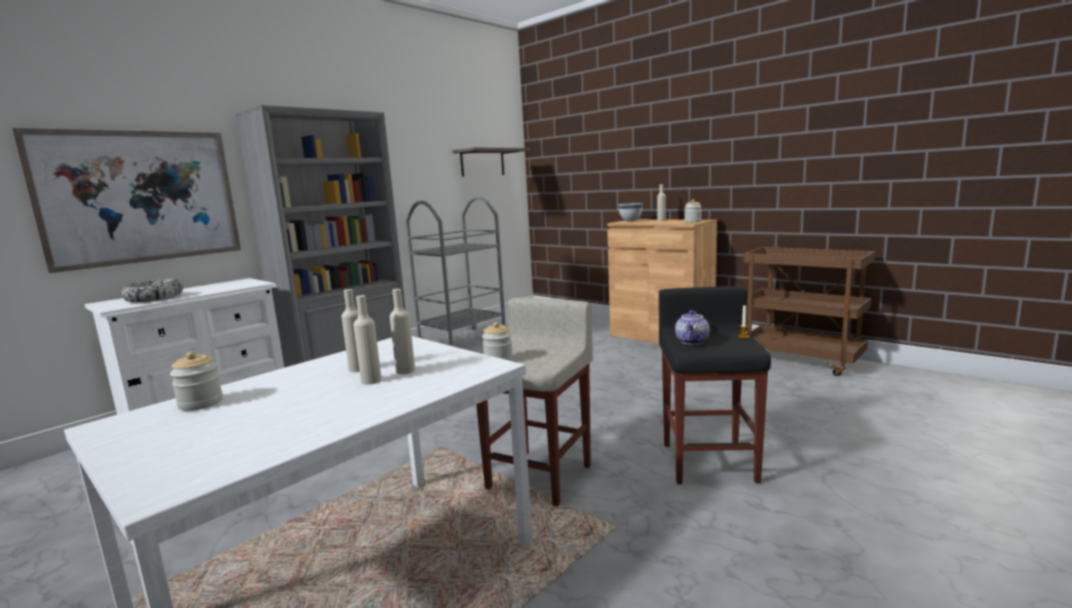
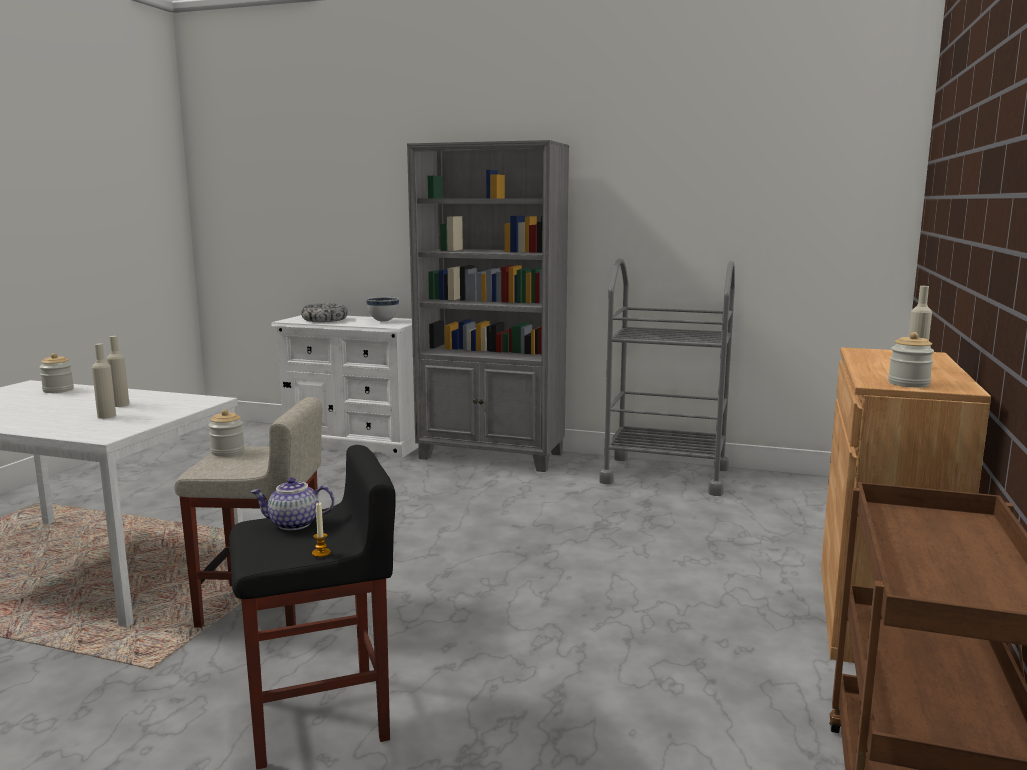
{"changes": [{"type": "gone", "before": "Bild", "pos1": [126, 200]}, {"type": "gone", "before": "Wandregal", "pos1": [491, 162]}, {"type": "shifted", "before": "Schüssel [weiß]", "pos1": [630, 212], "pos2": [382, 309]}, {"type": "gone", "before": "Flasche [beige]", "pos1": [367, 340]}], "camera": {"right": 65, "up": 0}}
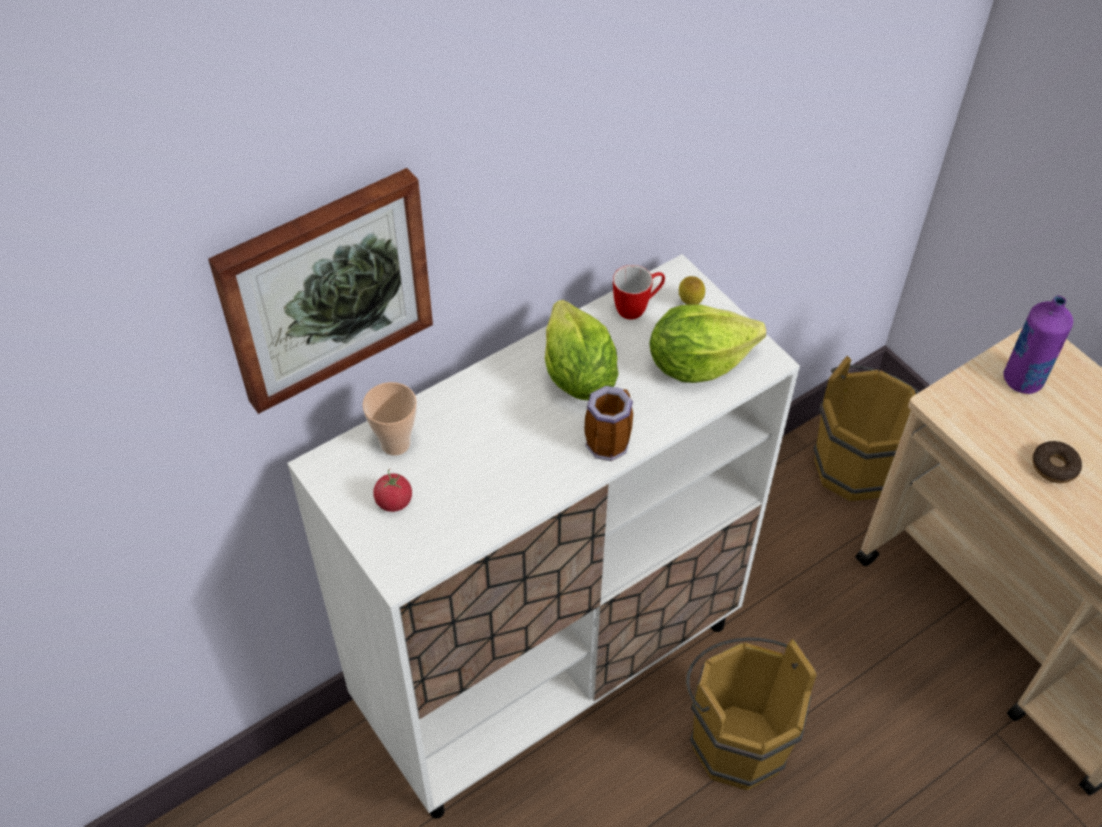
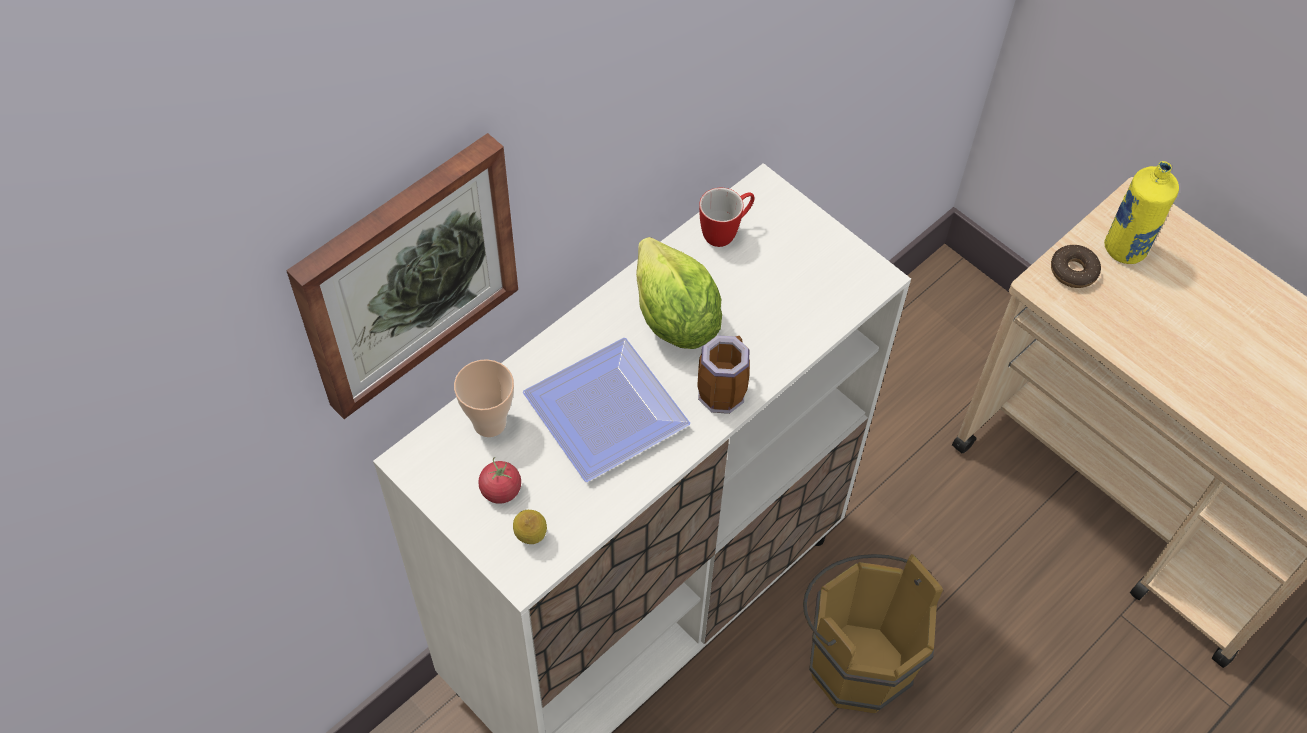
{"changes": [{"type": "shifted", "before": "Zitrone", "pos1": [692, 290], "pos2": [530, 527]}, {"type": "repainted", "before": "Flasche [lila]", "after": "Flasche [gelb]", "pos1": [1038, 344], "pos2": [1141, 212]}, {"type": "gone", "before": "Salatkopf", "pos1": [708, 343]}, {"type": "gone", "before": "Eimer [braun]", "pos1": [866, 428]}, {"type": "shifted", "before": "Donut", "pos1": [1057, 462], "pos2": [1076, 266]}, {"type": "new", "after": "Teller", "pos2": [606, 410]}], "camera": {"right": -10, "up": 5}}
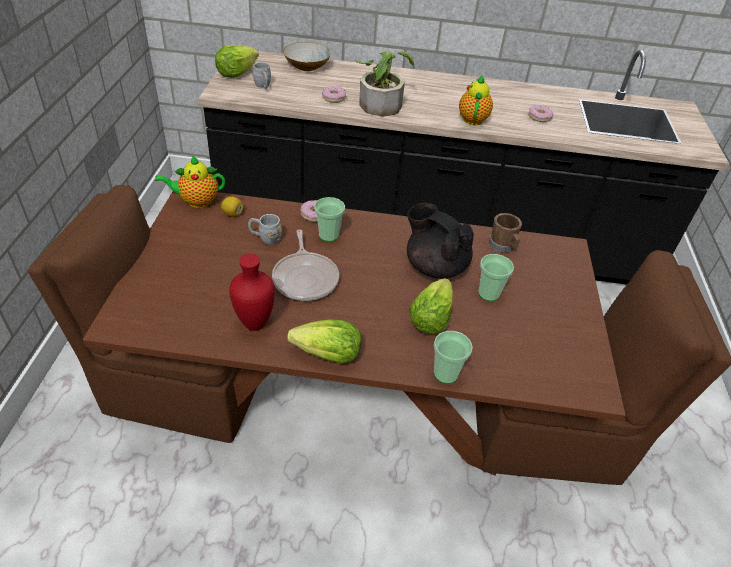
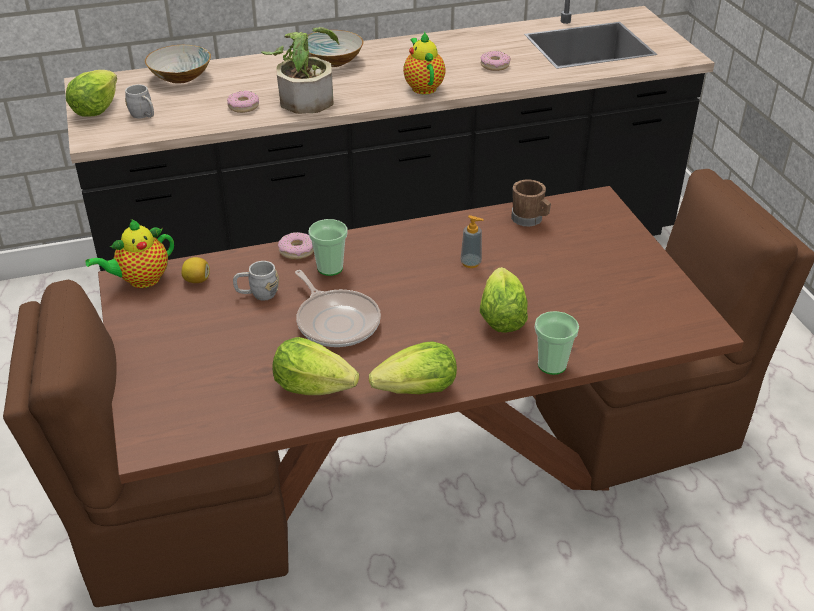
{"changes": [{"type": "swapped", "before": "Teekanne [schwarz]", "after": "Seifenspender", "pos1": [440, 241], "pos2": [472, 241]}, {"type": "swapped", "before": "Vase [rot]", "after": "Salatkopf", "pos1": [252, 292], "pos2": [315, 366]}, {"type": "gone", "before": "Tasse", "pos1": [496, 277]}, {"type": "new", "after": "Schüssel", "pos2": [335, 48]}], "camera": {"right": -20, "up": -5}}
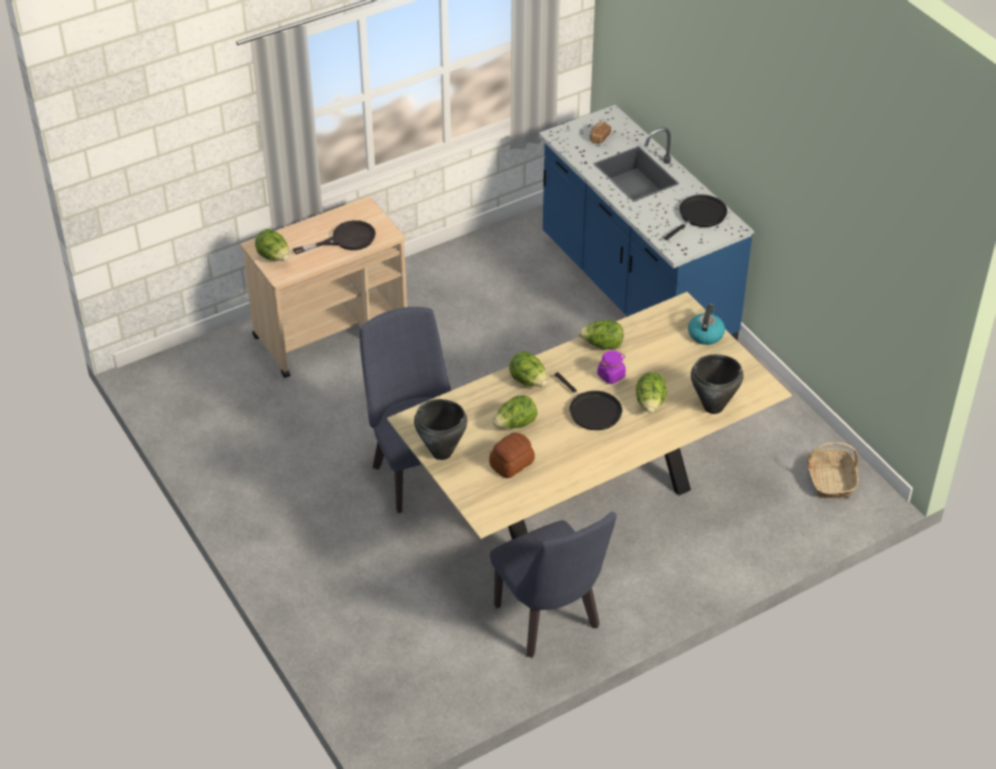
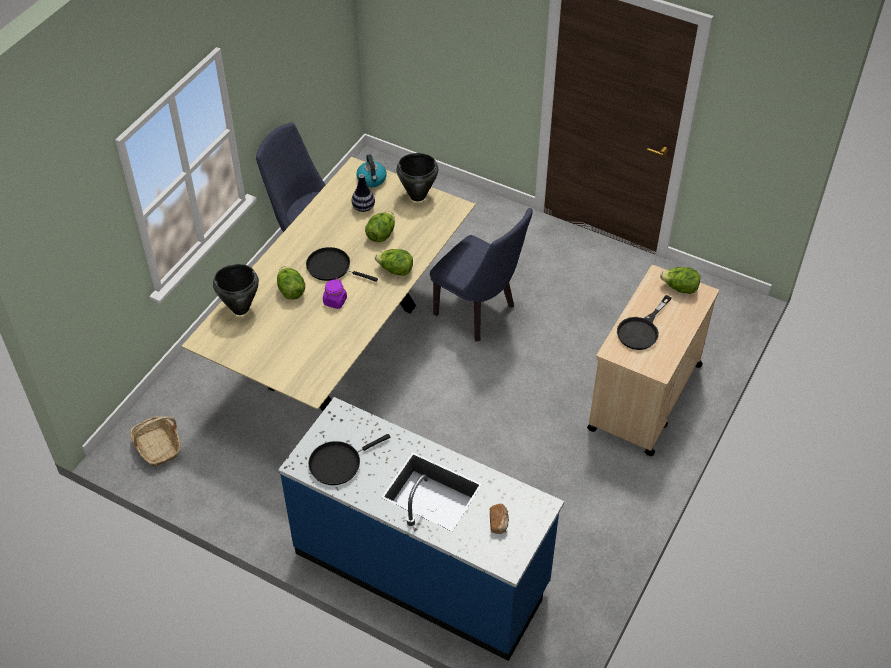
{"changes": [{"type": "rotated", "before": "Pfanne [schwarz]", "pos1": [695, 217], "pos2": [349, 459], "turn": 45}, {"type": "shifted", "before": "Wasserkessel", "pos1": [706, 324], "pos2": [371, 170]}, {"type": "gone", "before": "Salatkopf", "pos1": [600, 335]}, {"type": "swapped", "before": "Brot", "after": "Vase", "pos1": [512, 455], "pos2": [363, 193]}], "camera": {"right": 150, "up": 5}}
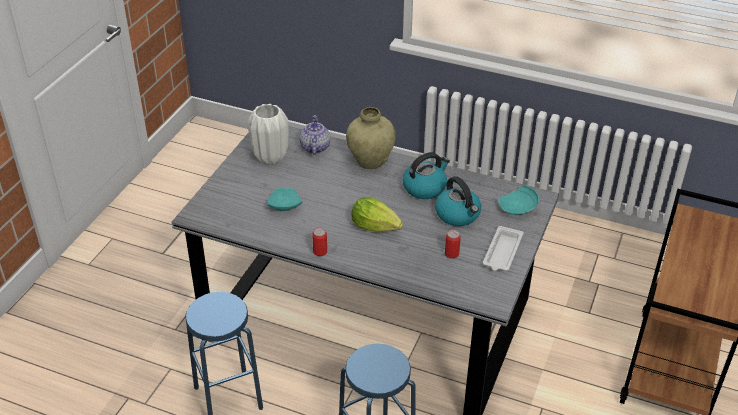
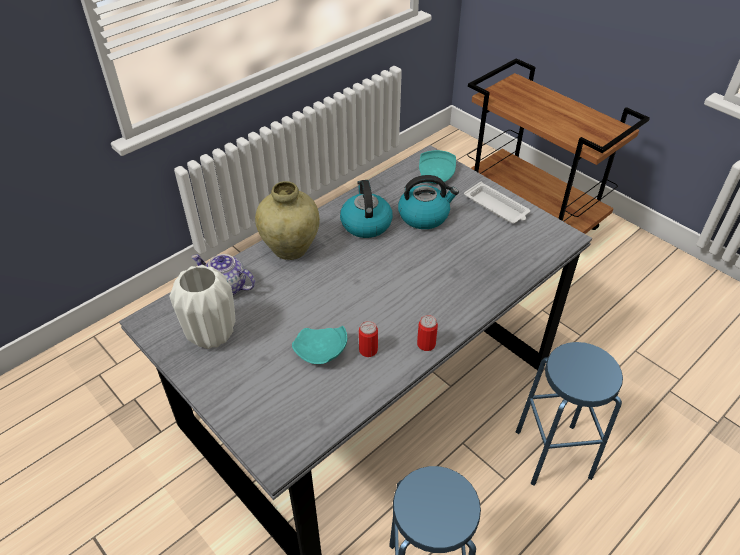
{"changes": [{"type": "gone", "before": "Salatkopf", "pos1": [377, 214]}, {"type": "shifted", "before": "Dose", "pos1": [453, 244], "pos2": [368, 339]}], "camera": {"right": -65, "up": 5}}
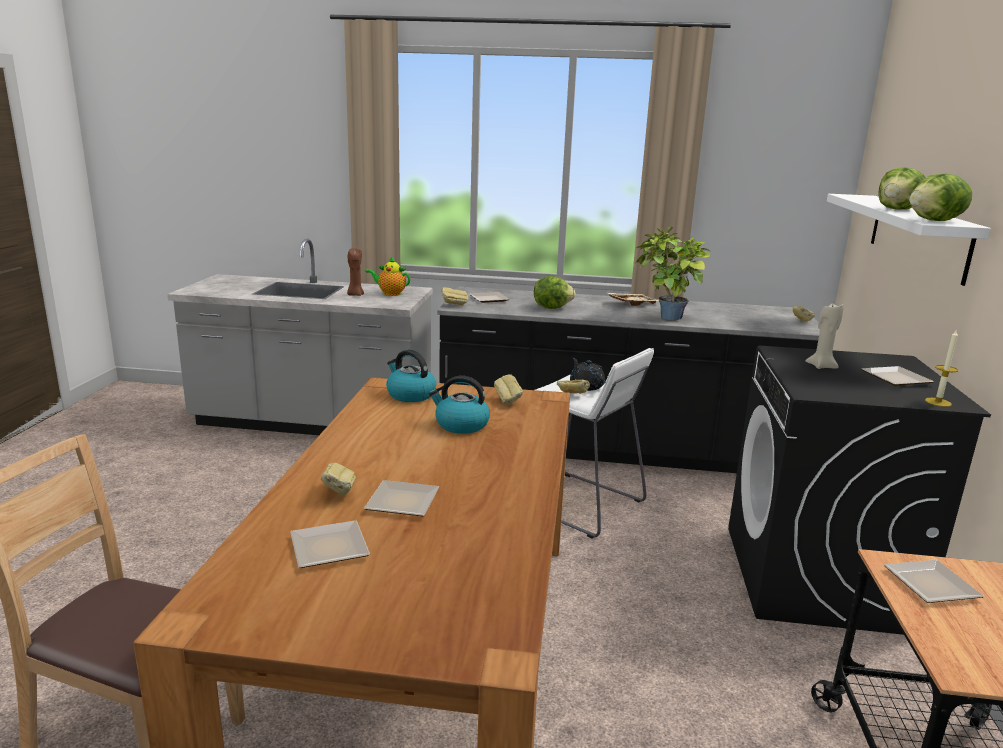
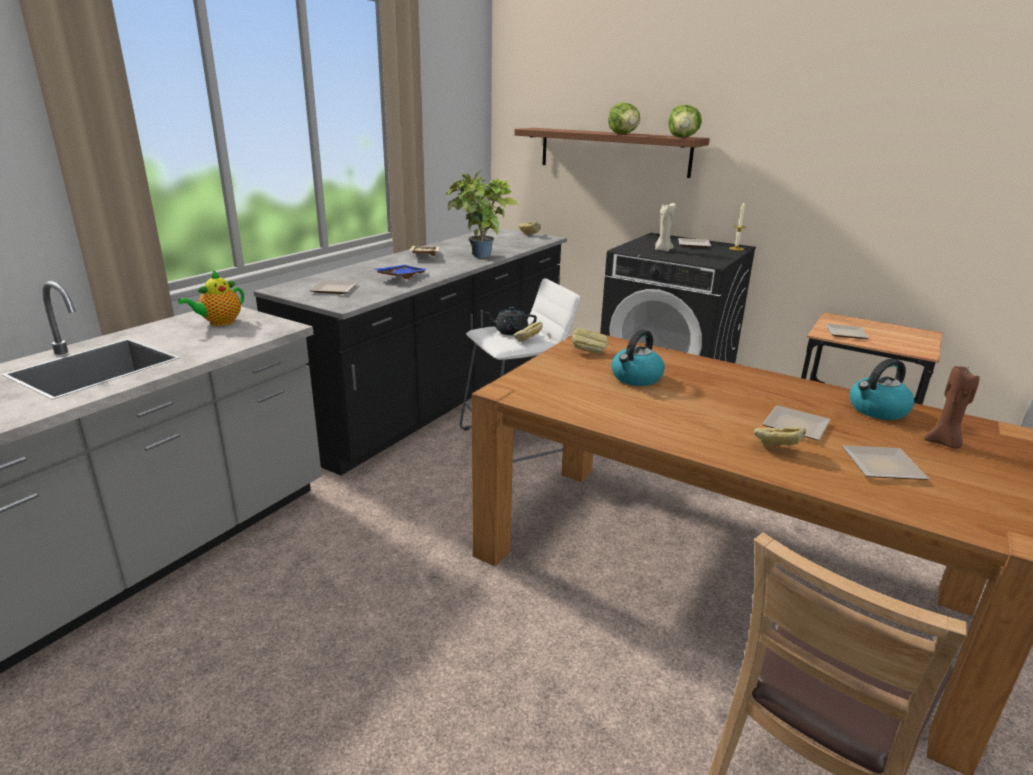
{"changes": [{"type": "repainted", "before": "Wandregal [weiß]", "after": "Wandregal [braun]", "pos1": [909, 240], "pos2": [612, 153]}, {"type": "shifted", "before": "Kerze [braun]", "pos1": [355, 272], "pos2": [951, 407]}, {"type": "swapped", "before": "Salatkopf", "after": "Tablett [blau]", "pos1": [554, 292], "pos2": [402, 272]}, {"type": "gone", "before": "Brot", "pos1": [454, 296]}, {"type": "shifted", "before": "Wasserkessel", "pos1": [411, 376], "pos2": [882, 389]}], "camera": {"right": -65, "up": 5}}
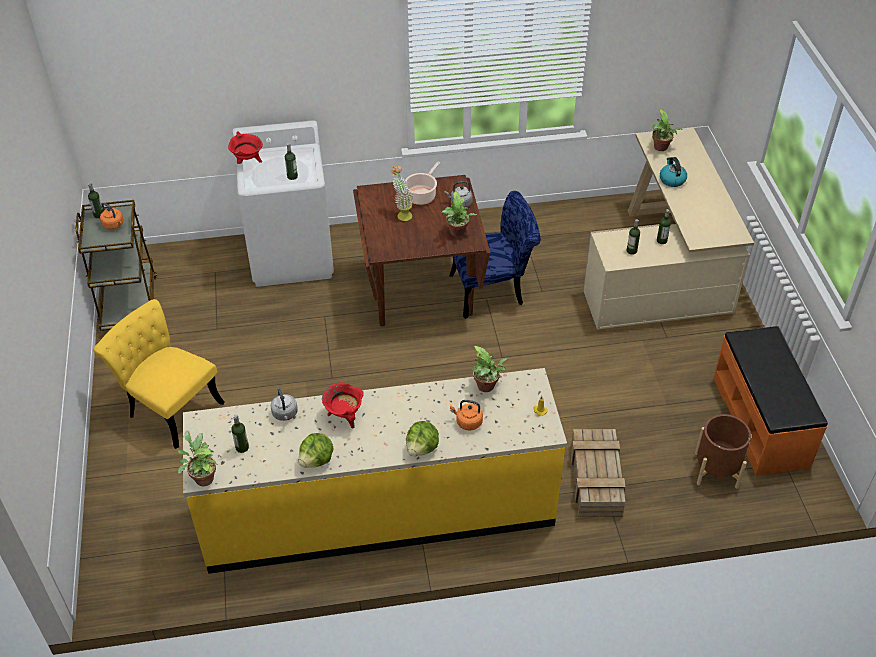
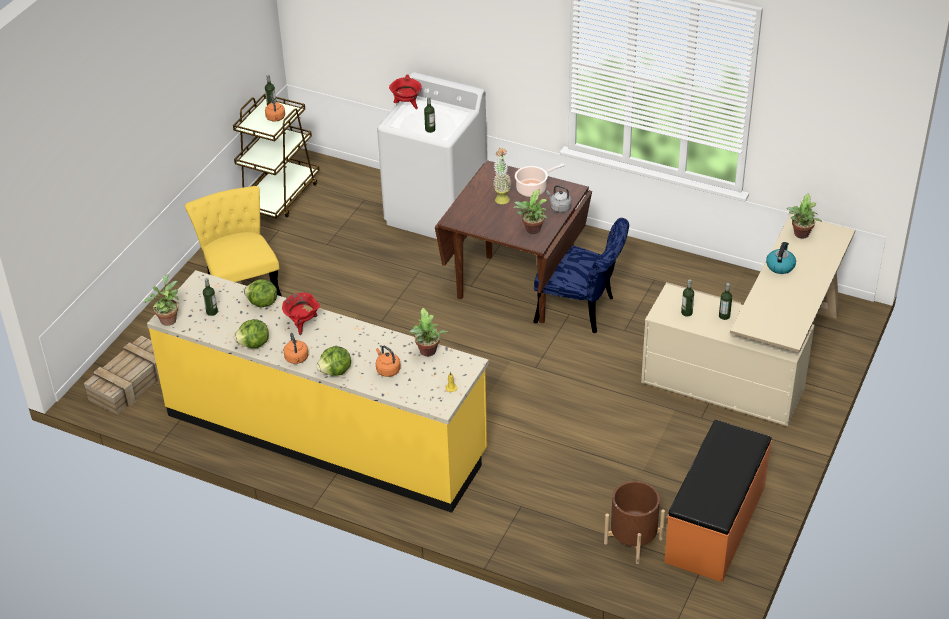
{"changes": [{"type": "swapped", "before": "Wasserkessel [grau]", "after": "Salatkopf", "pos1": [284, 404], "pos2": [260, 293]}, {"type": "shifted", "before": "Kiste", "pos1": [598, 473], "pos2": [122, 376]}, {"type": "new", "after": "Wasserkessel [orange]", "pos2": [296, 348]}], "camera": {"right": 35, "up": -5}}
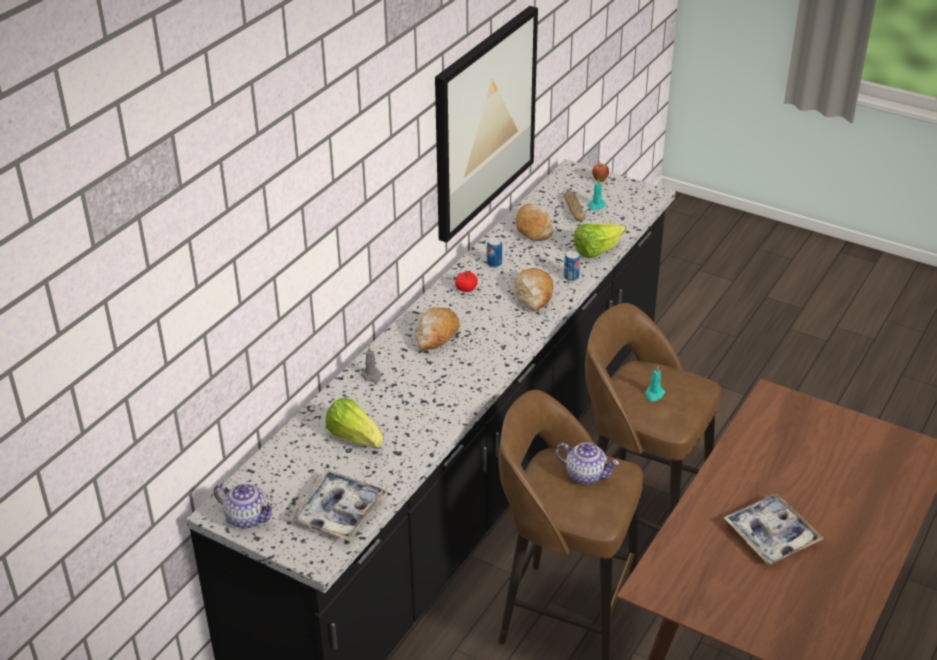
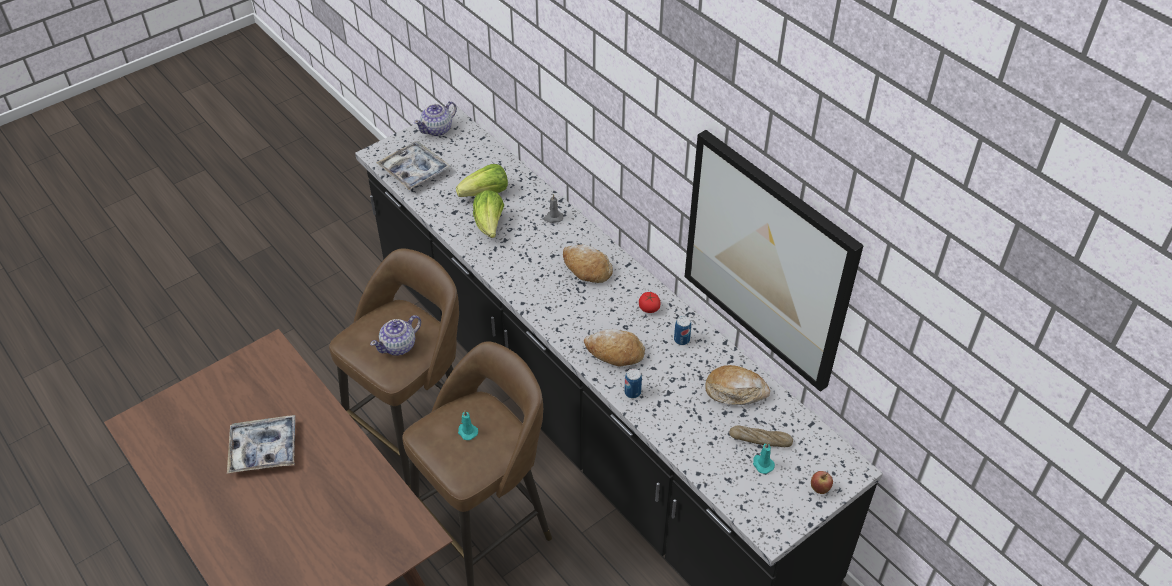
{"changes": [{"type": "shifted", "before": "Salatkopf", "pos1": [599, 241], "pos2": [488, 214]}], "camera": {"right": 110, "up": 10}}
